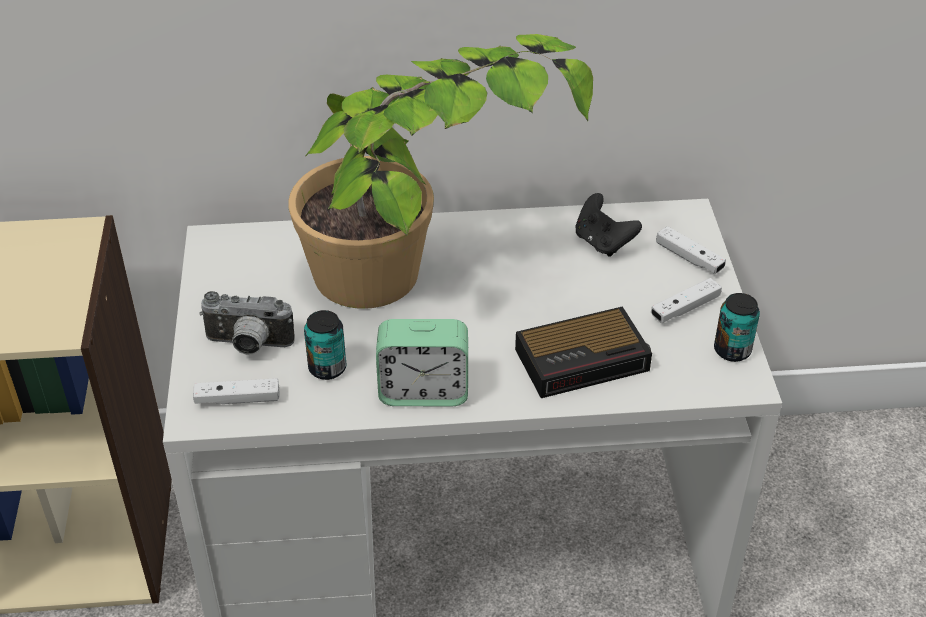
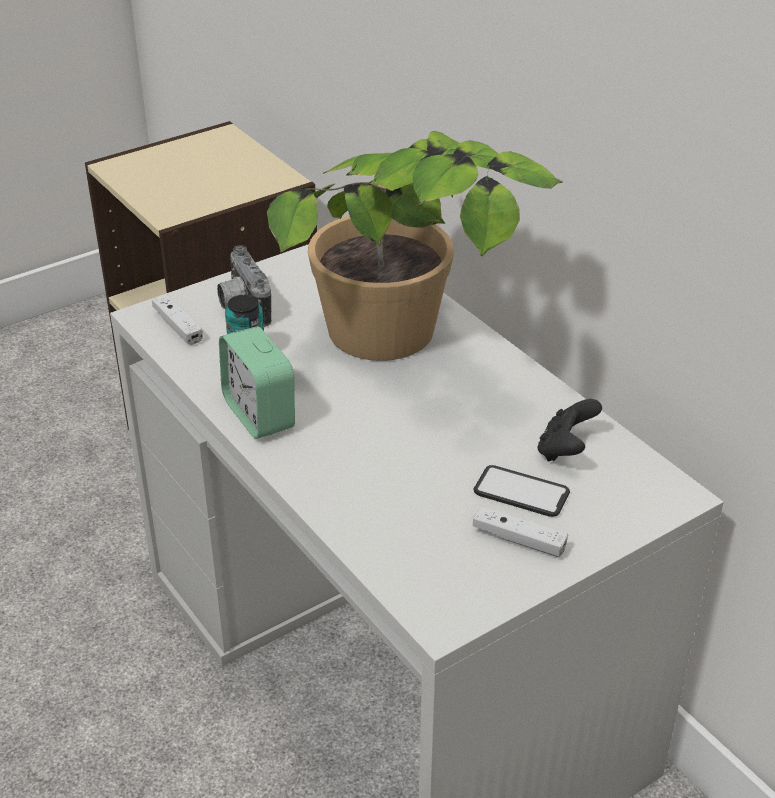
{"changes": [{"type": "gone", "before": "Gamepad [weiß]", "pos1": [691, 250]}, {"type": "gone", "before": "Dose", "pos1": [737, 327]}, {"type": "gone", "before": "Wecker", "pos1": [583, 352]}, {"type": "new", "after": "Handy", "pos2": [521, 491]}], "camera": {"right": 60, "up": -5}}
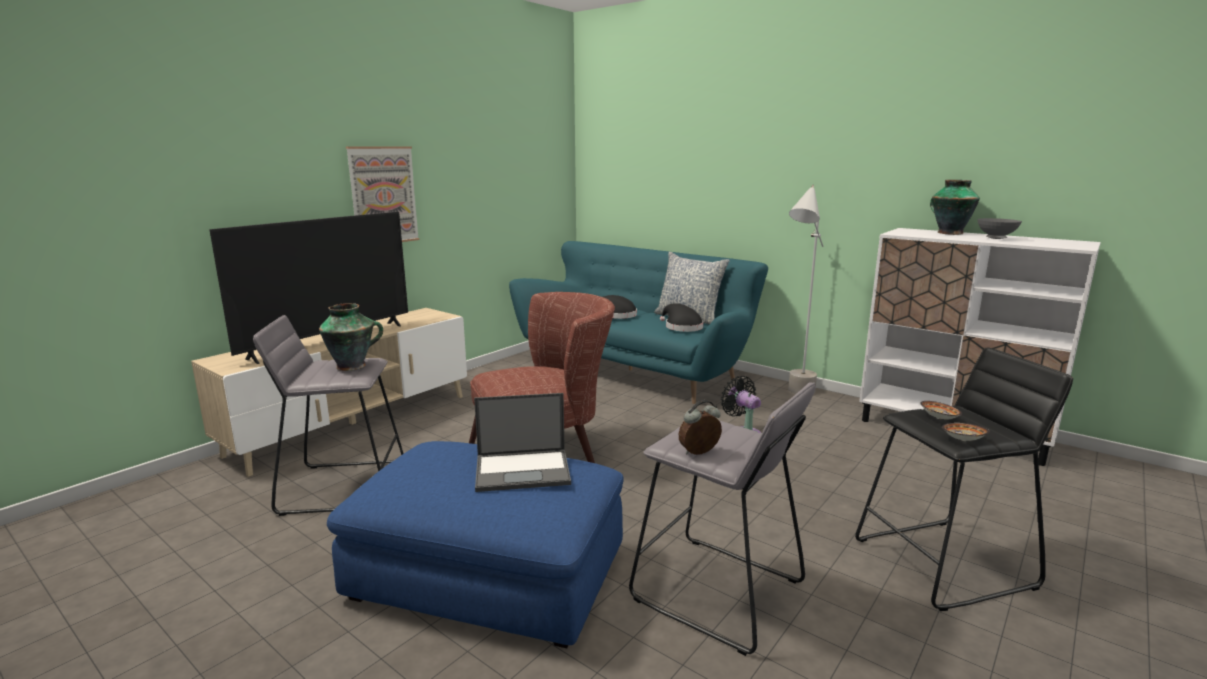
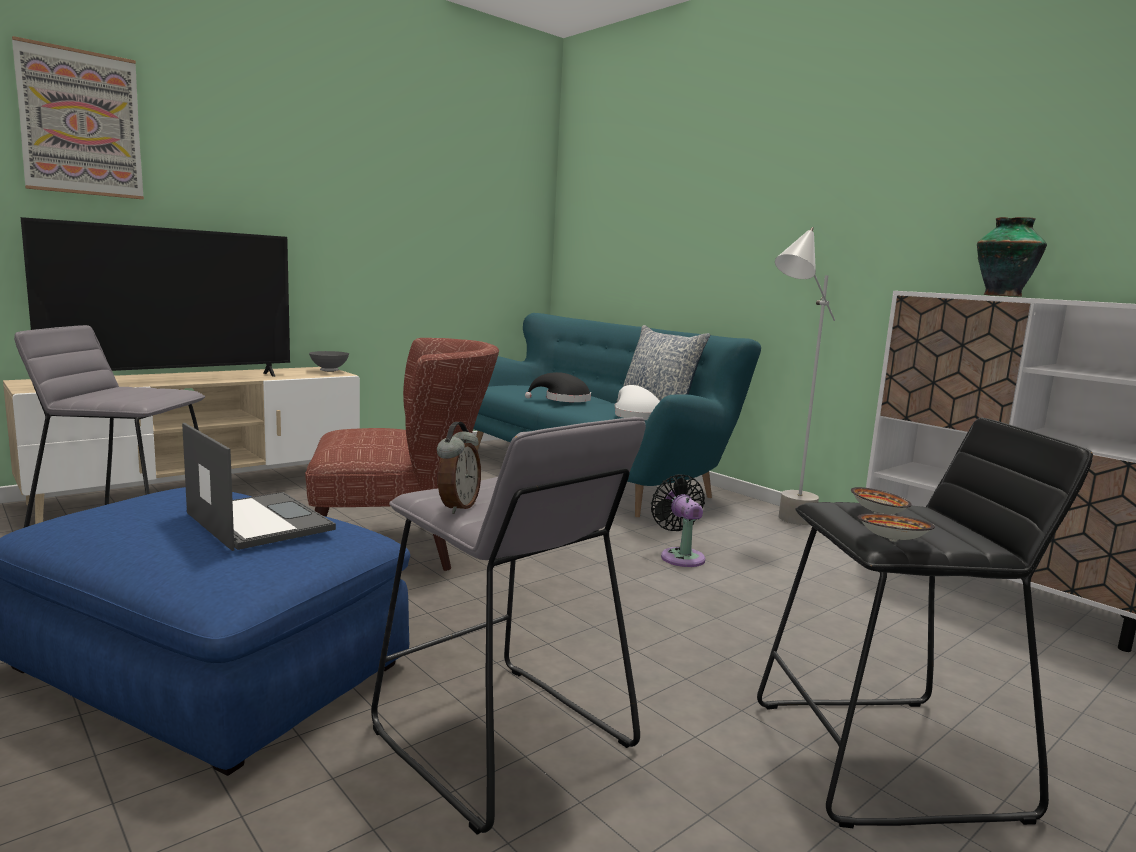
{"changes": [{"type": "shifted", "before": "Bild", "pos1": [382, 194], "pos2": [78, 117]}, {"type": "shifted", "before": "Schüssel [grau]", "pos1": [999, 228], "pos2": [329, 361]}, {"type": "gone", "before": "Vase", "pos1": [351, 337]}, {"type": "repainted", "before": "Hut [schwarz]", "after": "Hut [weiß]", "pos1": [681, 317], "pos2": [637, 402]}, {"type": "rotated", "before": "Laptop", "pos1": [522, 442], "pos2": [259, 487], "turn": -135}, {"type": "rotated", "before": "Wecker", "pos1": [700, 427], "pos2": [459, 468], "turn": 120}], "camera": {"right": 10, "up": -5}}
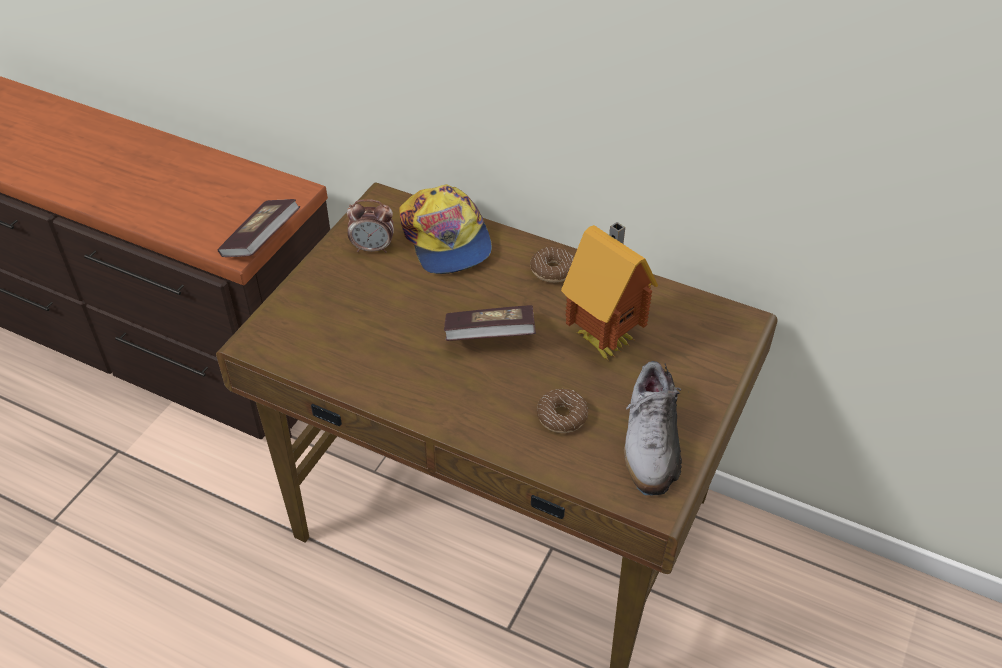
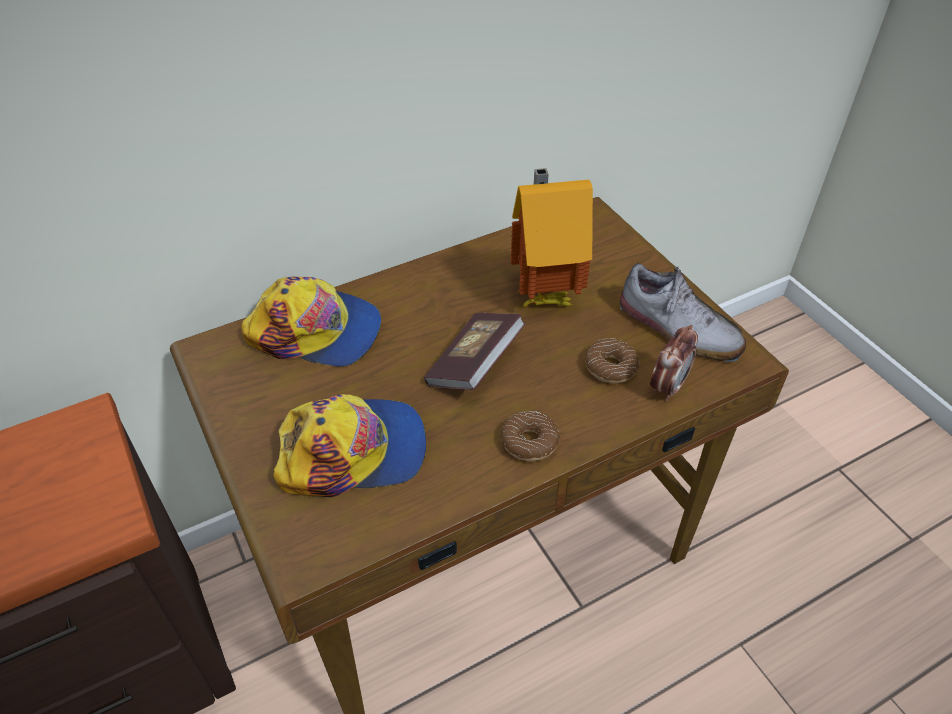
{"changes": [{"type": "gone", "before": "Buch", "pos1": [259, 228]}, {"type": "shifted", "before": "Wecker", "pos1": [370, 226], "pos2": [674, 363]}, {"type": "shifted", "before": "Donut", "pos1": [552, 265], "pos2": [530, 436]}, {"type": "new", "after": "Kappe", "pos2": [349, 445]}], "camera": {"right": -55, "up": 0}}
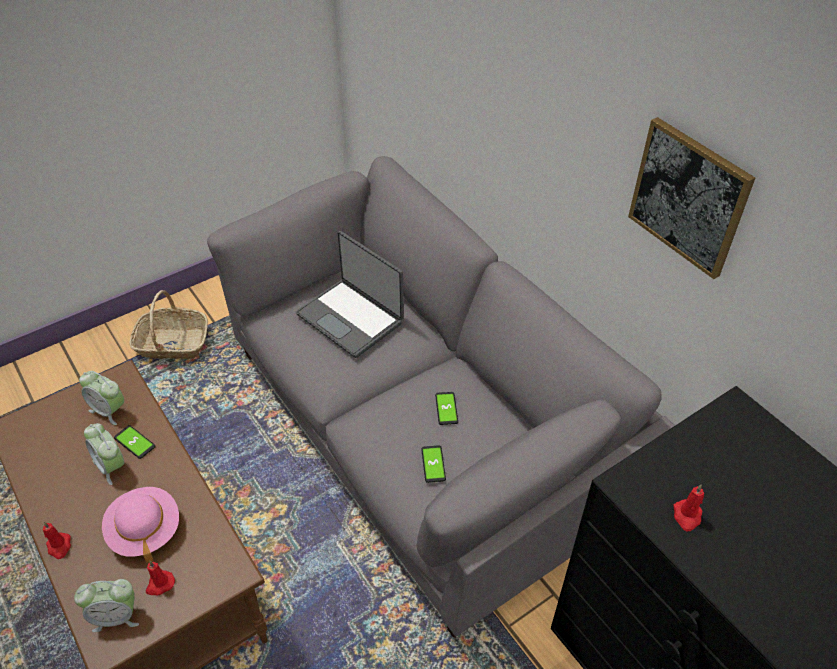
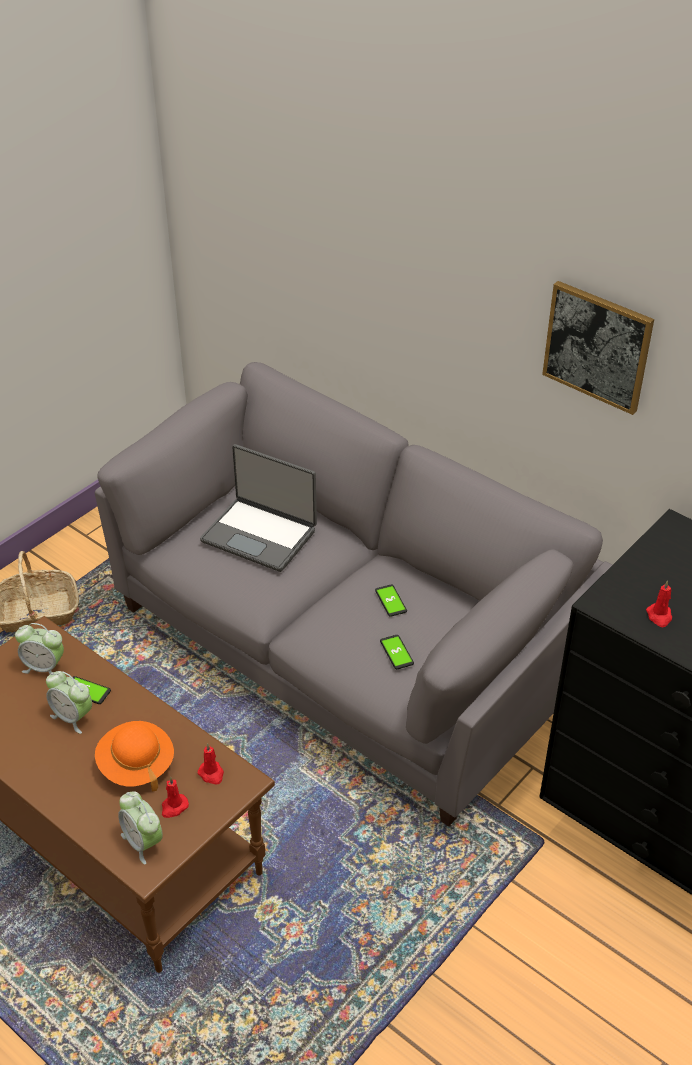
{"changes": [{"type": "repainted", "before": "Hut [rosa]", "after": "Hut [orange]", "pos1": [140, 525], "pos2": [134, 756]}, {"type": "shifted", "before": "Kerze [rot]", "pos1": [57, 540], "pos2": [211, 764]}, {"type": "rotated", "before": "Wecker", "pos1": [106, 605], "pos2": [140, 827], "turn": 75}], "camera": {"right": -15, "up": -5}}
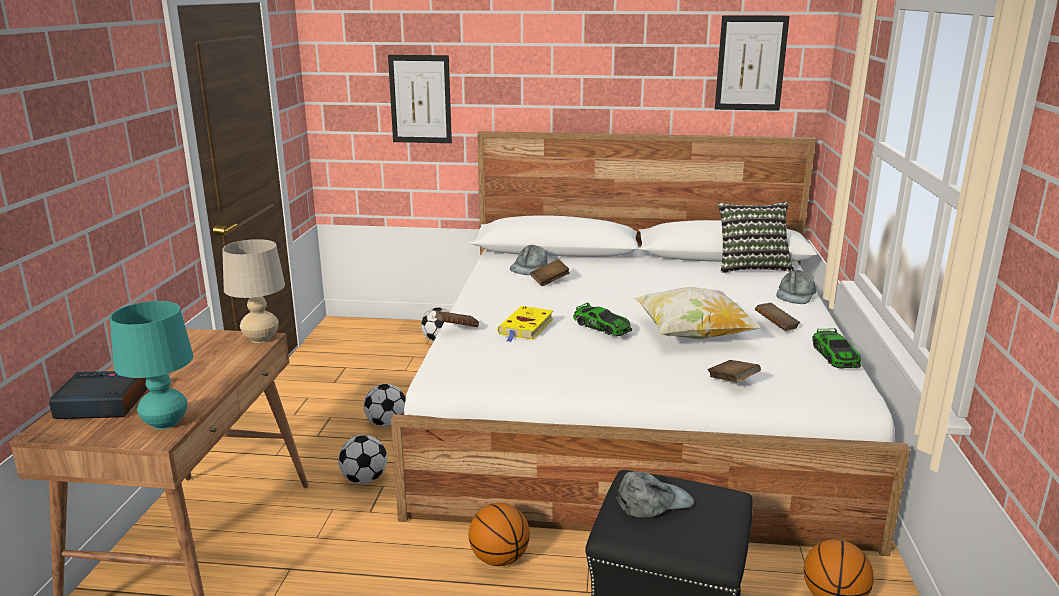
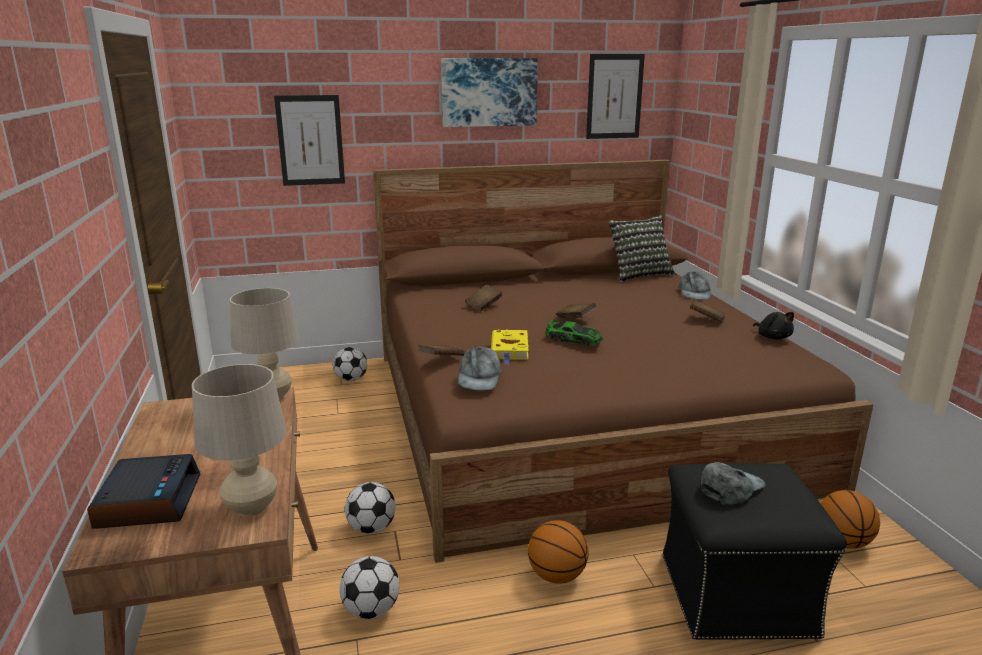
{"changes": [{"type": "repainted", "before": "Bett [weiß]", "after": "Bett [braun]", "pos1": [650, 343], "pos2": [623, 361]}, {"type": "shifted", "before": "Kappe [grau]", "pos1": [529, 260], "pos2": [480, 368]}, {"type": "gone", "before": "Kissen", "pos1": [698, 313]}, {"type": "repainted", "before": "Tischlampe [türkis]", "after": "Tischlampe [beige]", "pos1": [151, 365], "pos2": [239, 440]}, {"type": "swapped", "before": "Spielzeugauto", "after": "Plüschtier [schwarz]", "pos1": [836, 348], "pos2": [773, 326]}, {"type": "shifted", "before": "Buch [braun]", "pos1": [734, 371], "pos2": [576, 311]}, {"type": "rotated", "before": "Wecker", "pos1": [98, 395], "pos2": [144, 491], "turn": 105}, {"type": "shifted", "before": "Fußball", "pos1": [385, 405], "pos2": [370, 587]}, {"type": "new", "after": "Bild", "pos2": [489, 92]}], "camera": {"right": -20, "up": 0}}
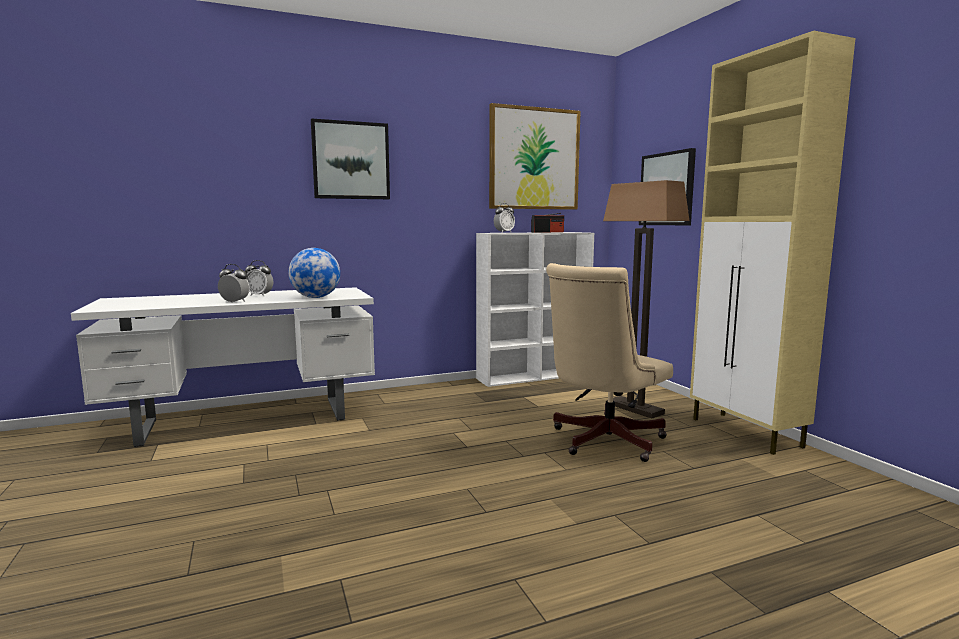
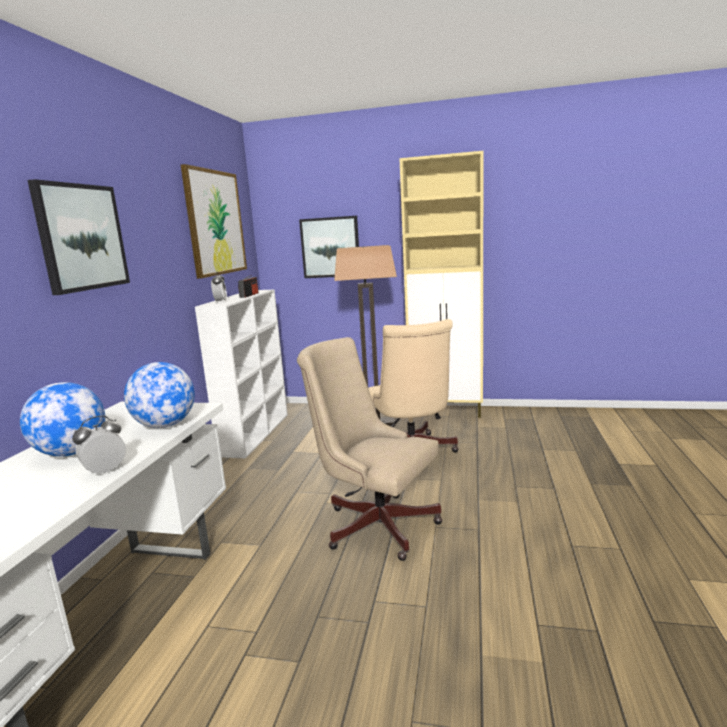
{"changes": [{"type": "swapped", "before": "Wecker", "after": "Globus", "pos1": [259, 278], "pos2": [62, 419]}, {"type": "new", "after": "Bürostuhl [beige]", "pos2": [370, 449]}], "camera": {"right": -55, "up": 5}}
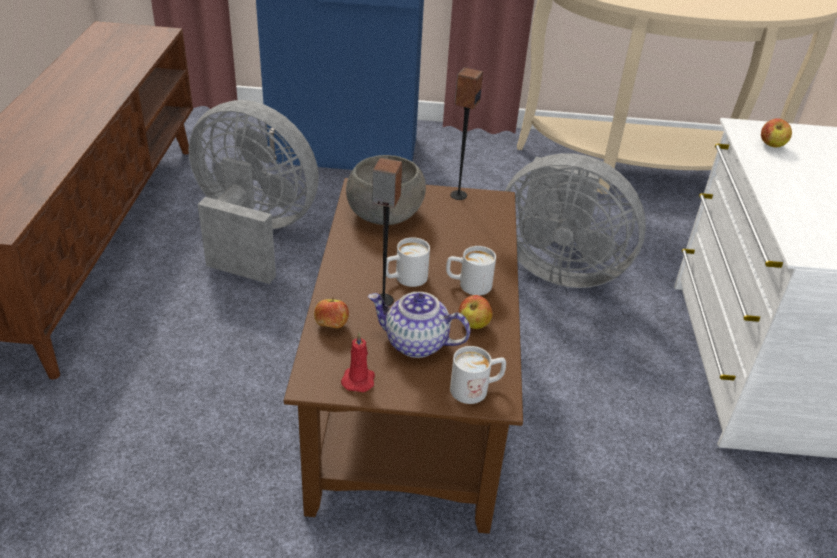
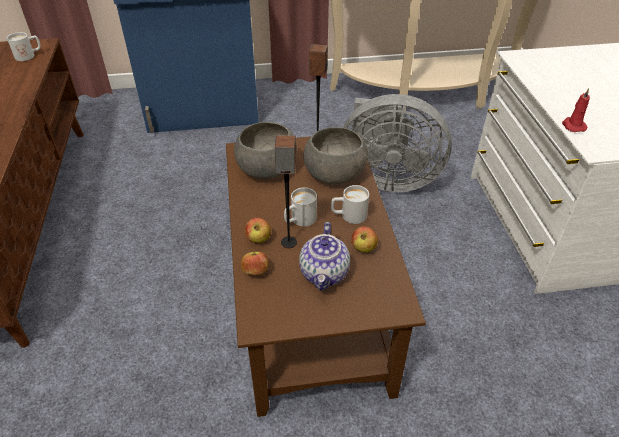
{"changes": [{"type": "gone", "before": "Ventilator [grau]", "pos1": [253, 192]}, {"type": "shifted", "before": "Apfel", "pos1": [776, 133], "pos2": [258, 230]}, {"type": "rotated", "before": "Teekanne", "pos1": [419, 325], "pos2": [324, 256], "turn": -90}, {"type": "shifted", "before": "Kerze [rot]", "pos1": [358, 362], "pos2": [576, 110]}, {"type": "shifted", "before": "Henkelbecher [weiß]", "pos1": [478, 375], "pos2": [24, 46]}, {"type": "new", "after": "Schüssel [grau]", "pos2": [335, 155]}], "camera": {"right": -10, "up": 5}}
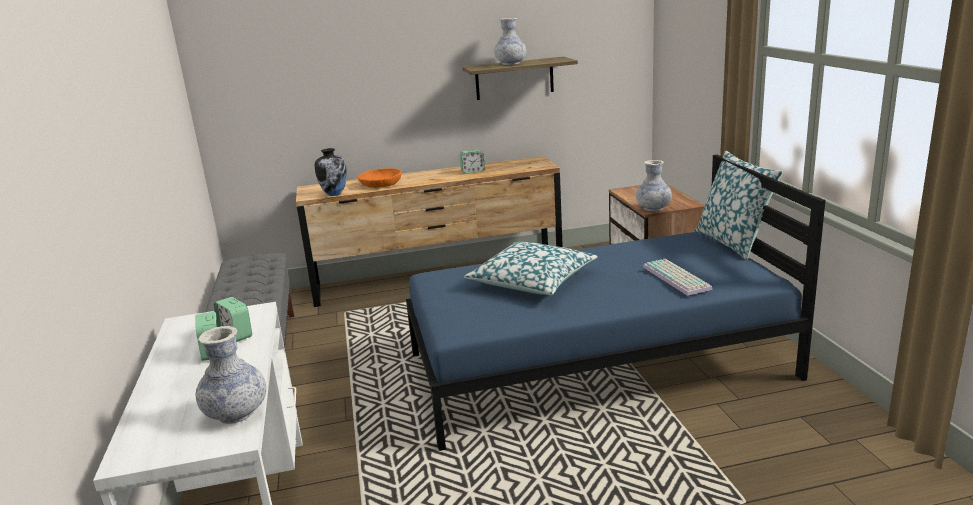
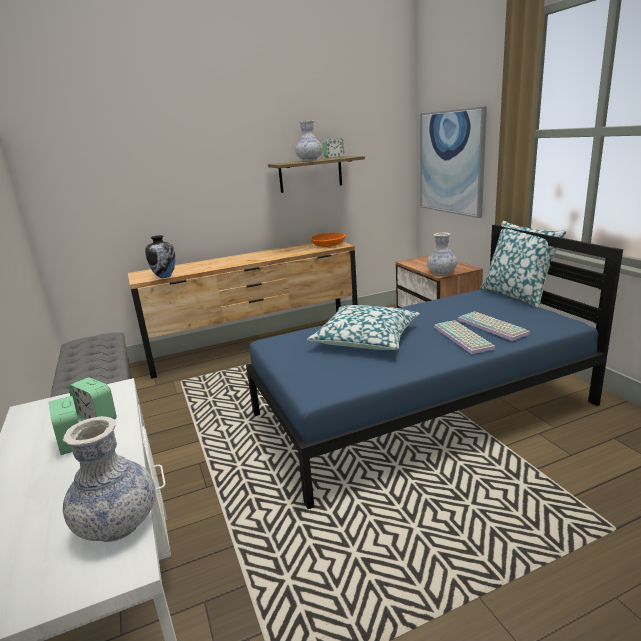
{"changes": [{"type": "shifted", "before": "Wecker", "pos1": [472, 161], "pos2": [333, 148]}, {"type": "shifted", "before": "Schüssel [orange]", "pos1": [380, 178], "pos2": [328, 240]}, {"type": "new", "after": "Bild", "pos2": [453, 162]}, {"type": "new", "after": "Tastatur", "pos2": [465, 337]}], "camera": {"right": -10, "up": 0}}
